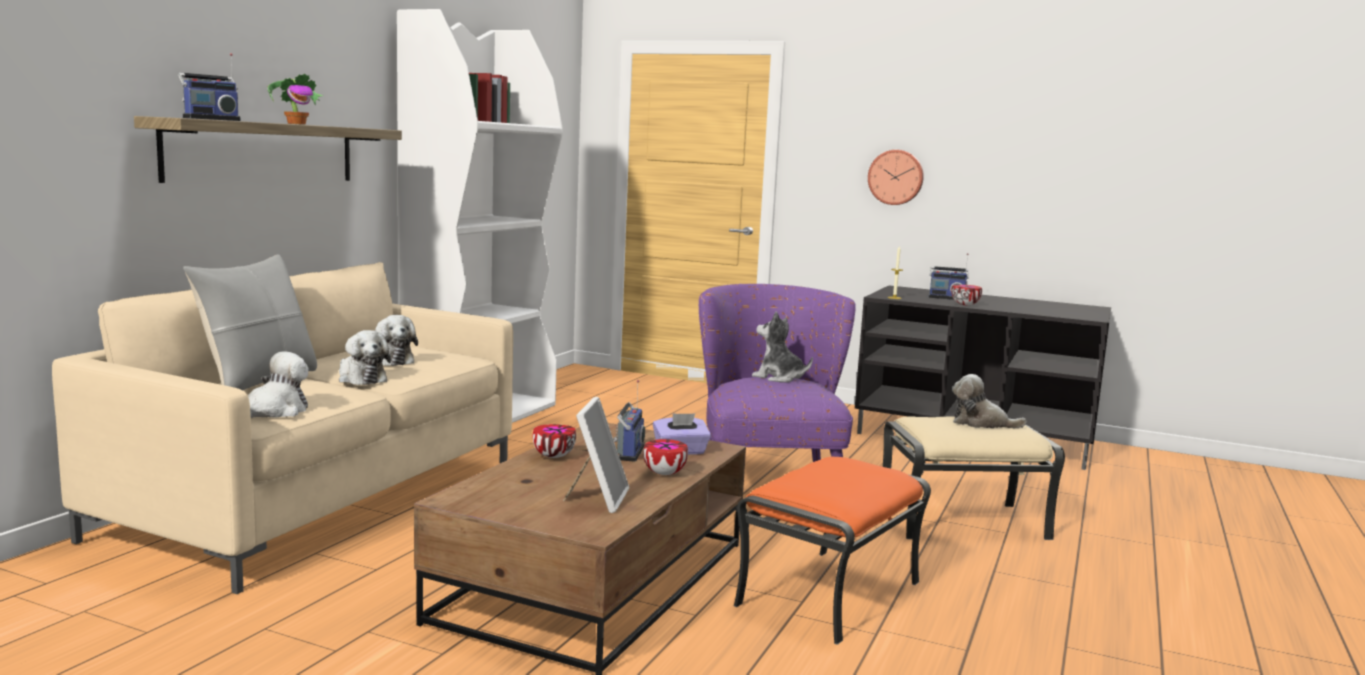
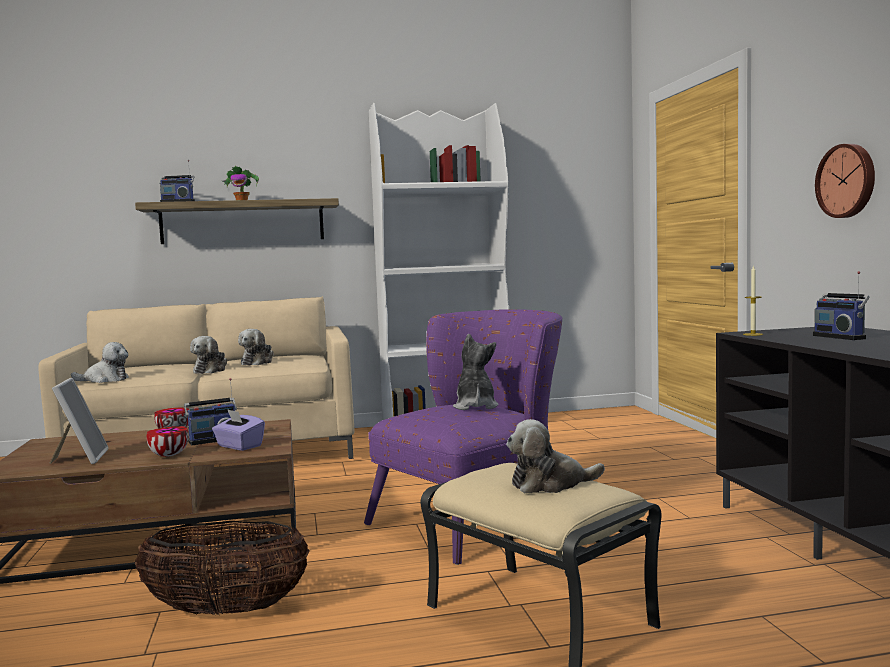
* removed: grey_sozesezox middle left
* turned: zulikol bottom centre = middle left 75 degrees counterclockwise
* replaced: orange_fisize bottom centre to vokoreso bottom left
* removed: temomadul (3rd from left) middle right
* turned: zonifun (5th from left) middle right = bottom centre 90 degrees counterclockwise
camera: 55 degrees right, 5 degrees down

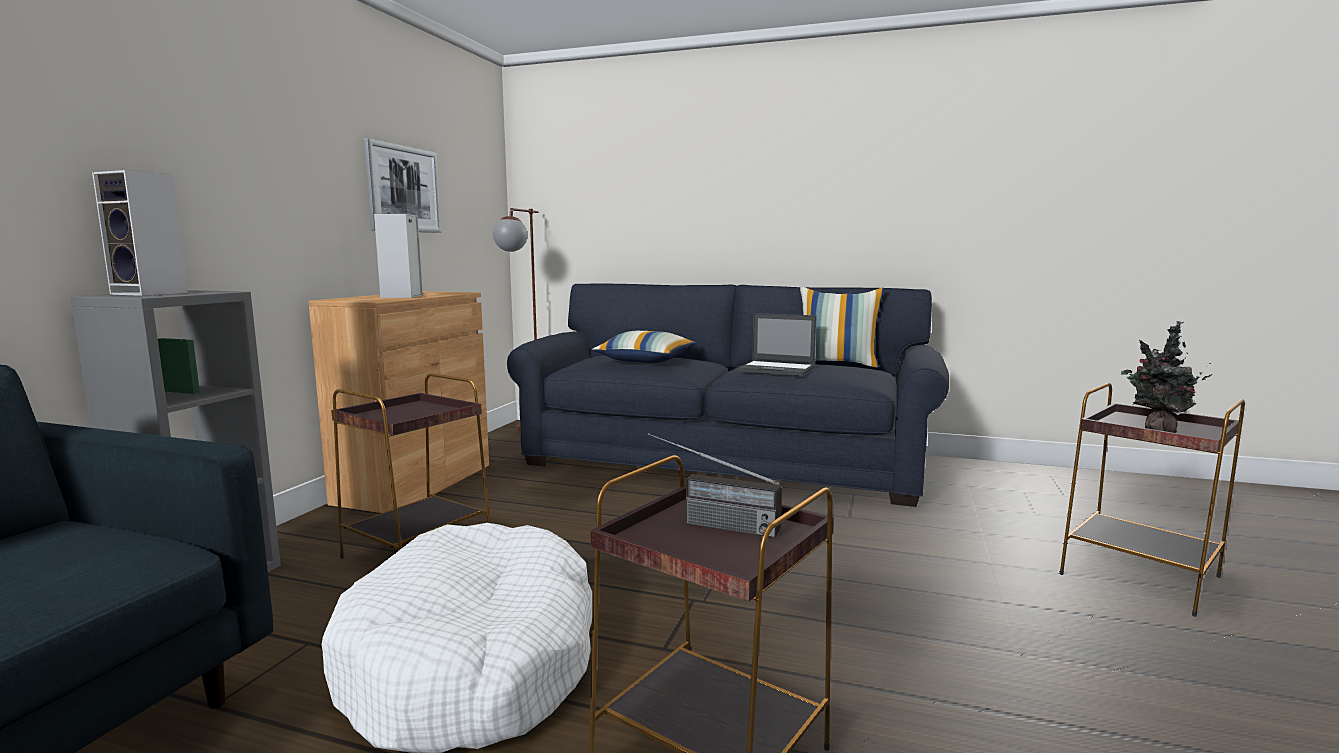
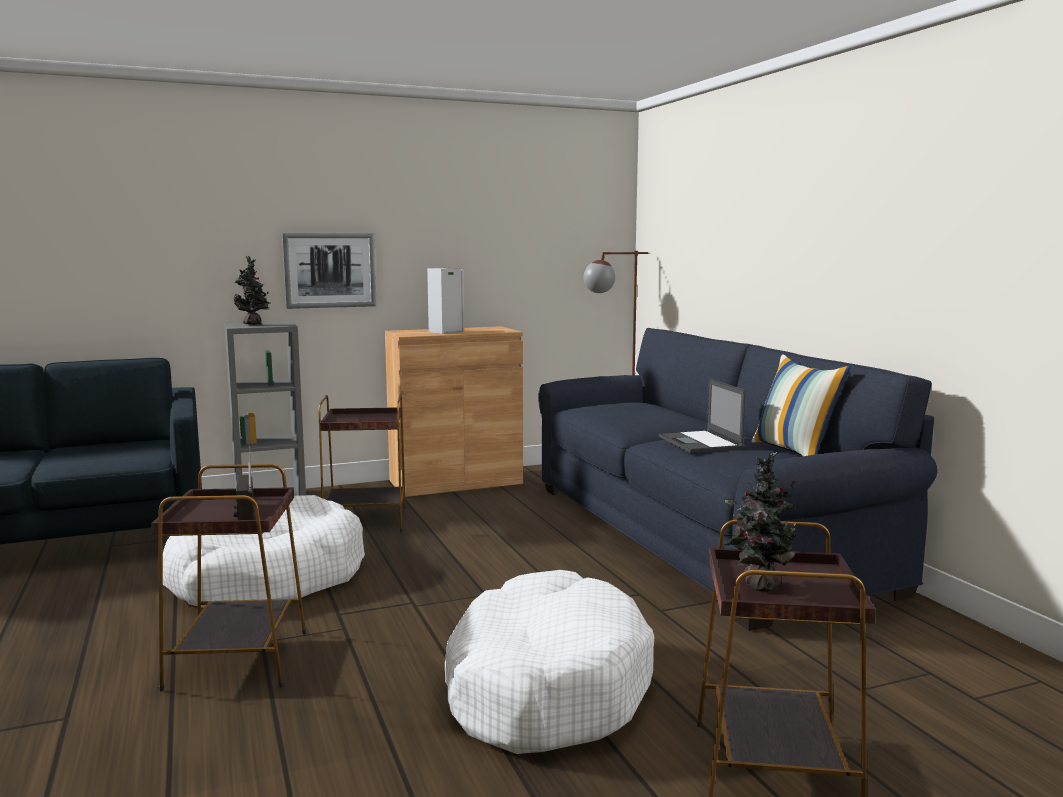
* replaced: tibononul (1st from left) top left to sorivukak (1st from left) middle left
* moved: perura top left to middle left
* removed: sozesezox (1st from left) centre
* added: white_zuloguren (2nd from left) bottom centre
camera: 50 degrees right, 0 degrees up

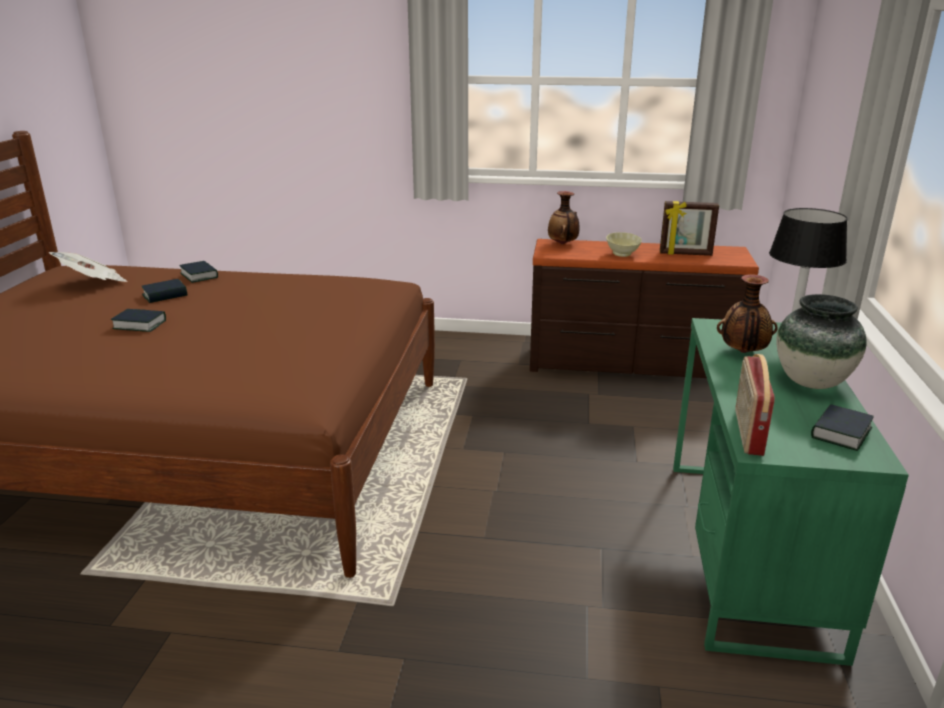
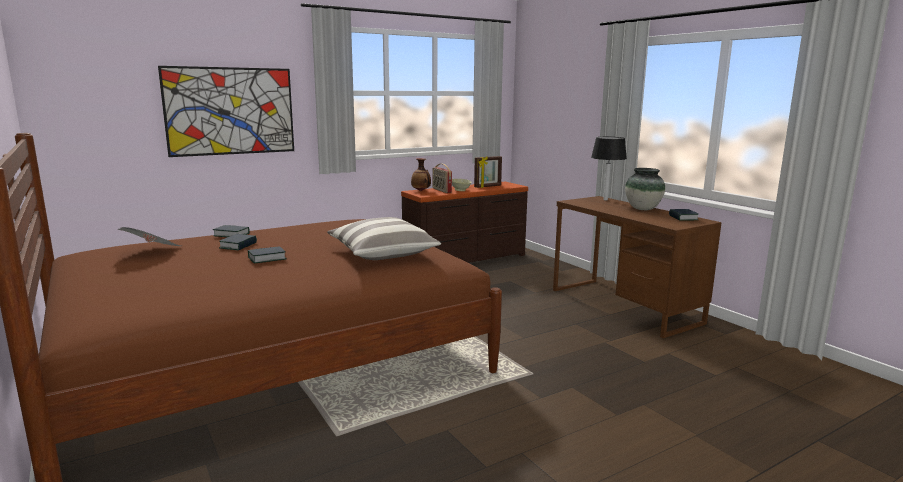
* recoloured: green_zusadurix bottom right to brown_zusadurix middle right
* removed: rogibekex (2nd from left) middle right
* moved: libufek middle right to centre
* added: perura top left
* added: sozesezox centre
camera: 40 degrees left, 10 degrees down

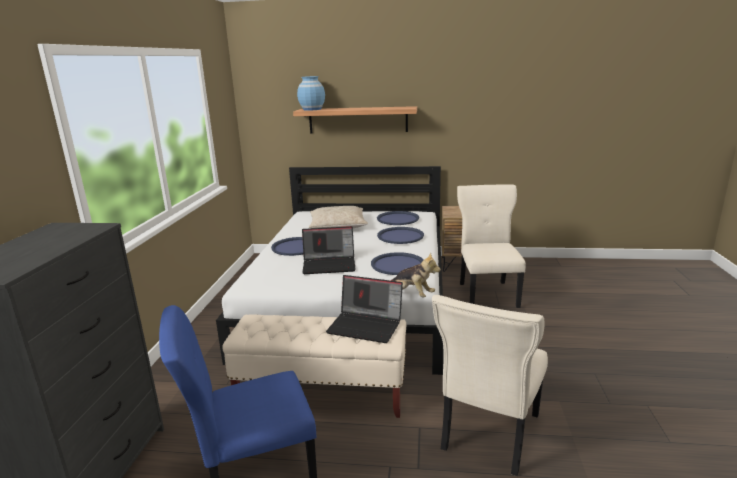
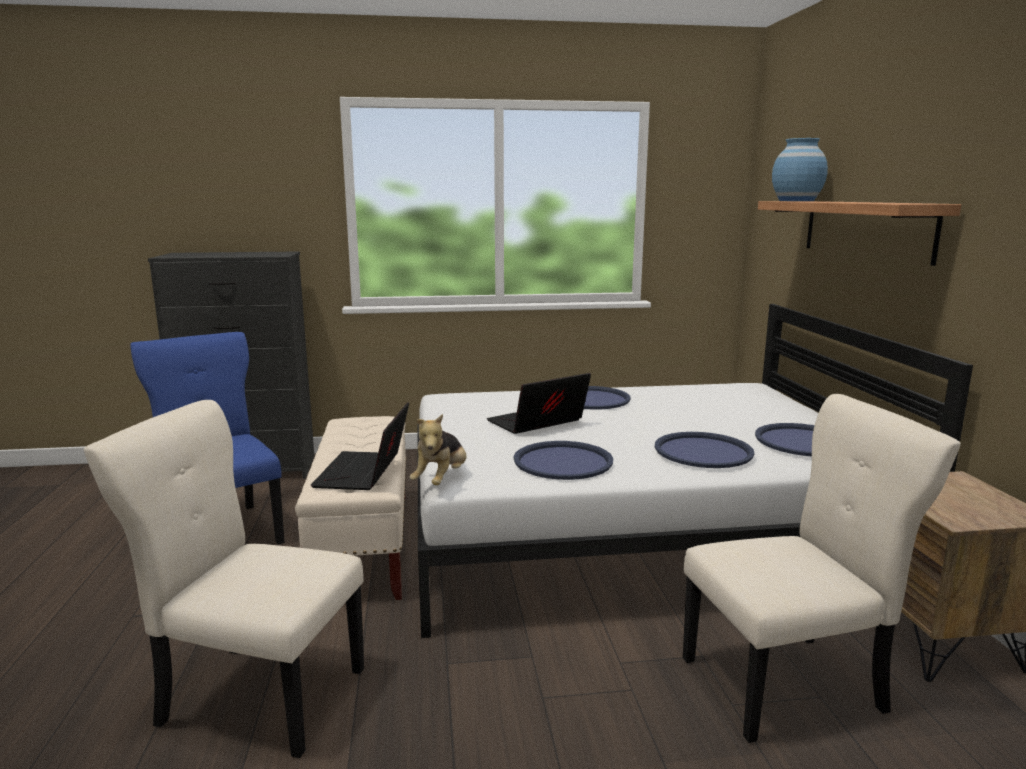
* turned: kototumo (1st from left in the first image) centre = centre 75 degrees clockwise
* removed: beige_sozesezox centre
camera: 75 degrees right, 5 degrees down

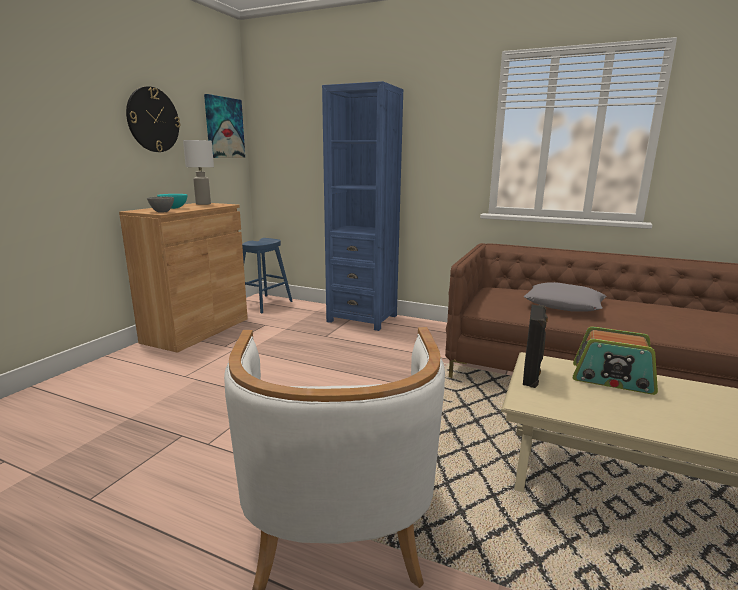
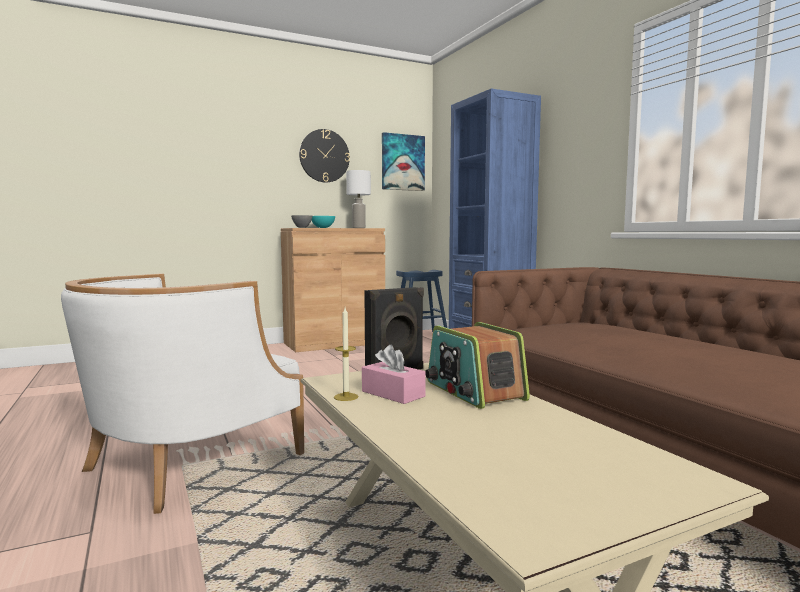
* removed: grey_sozesezox middle right
* added: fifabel centre
* added: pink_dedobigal centre
camera: 40 degrees right, 10 degrees down

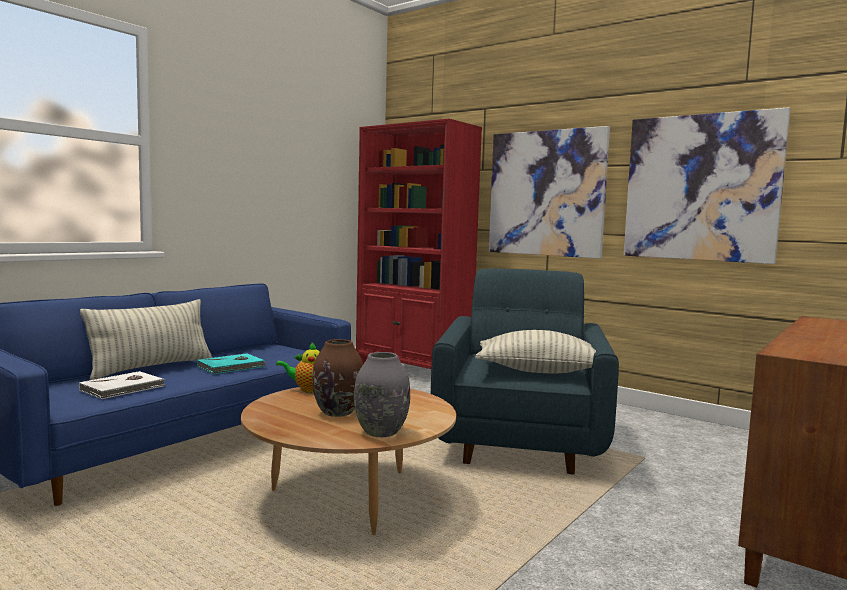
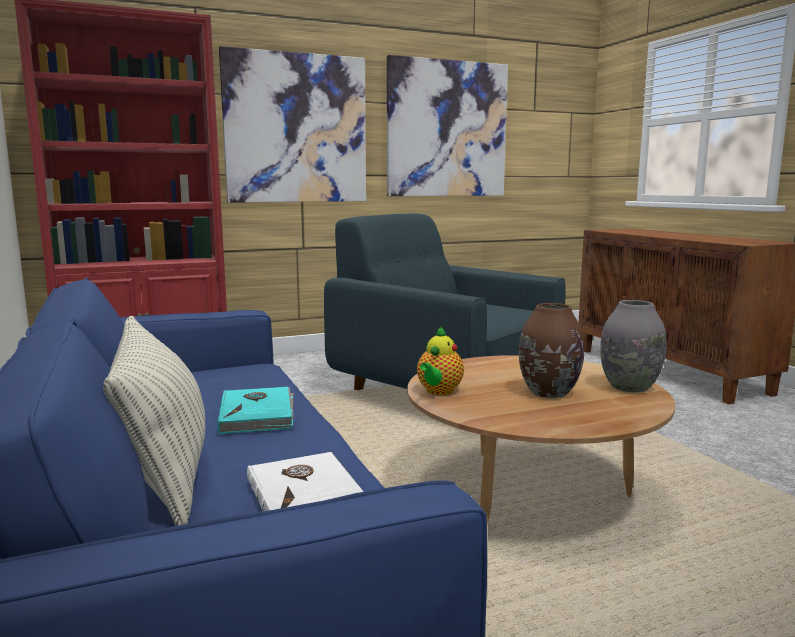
* removed: sozesezox (2nd from left) centre
camera: 60 degrees left, 5 degrees up

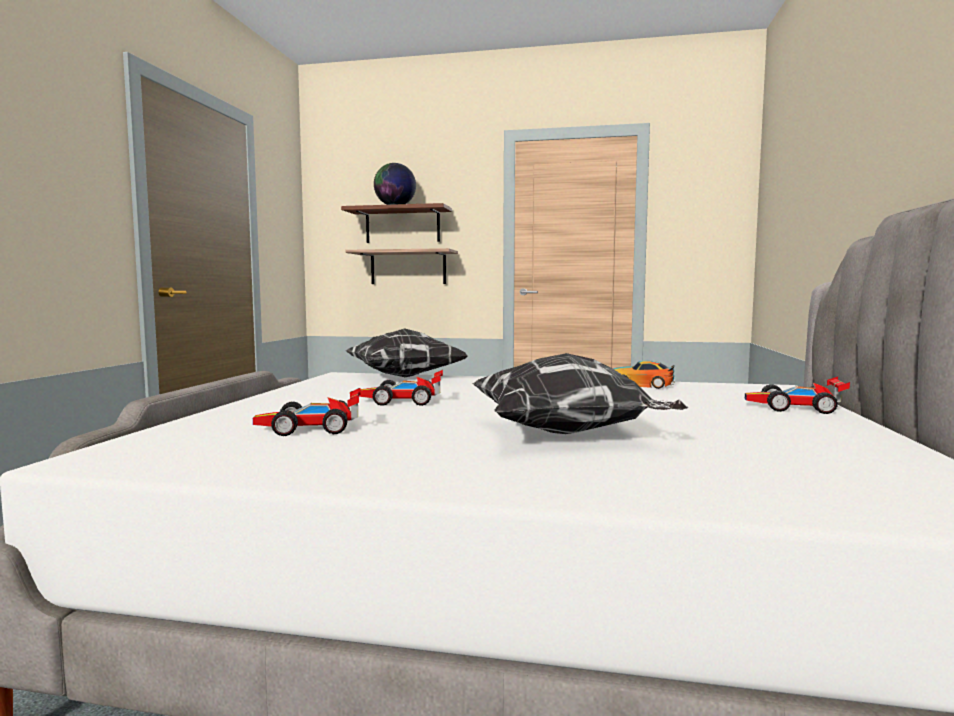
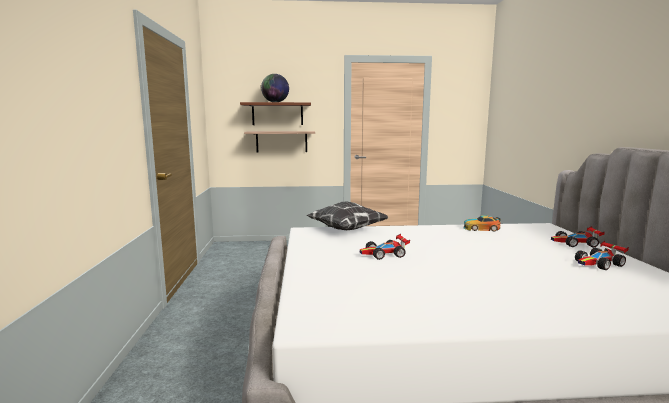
* moved: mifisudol (1st from left in the first image) middle left to mifisudol (4th from left) middle right
* removed: sozesezox (2nd from left) centre
camera: 15 degrees left, 5 degrees up

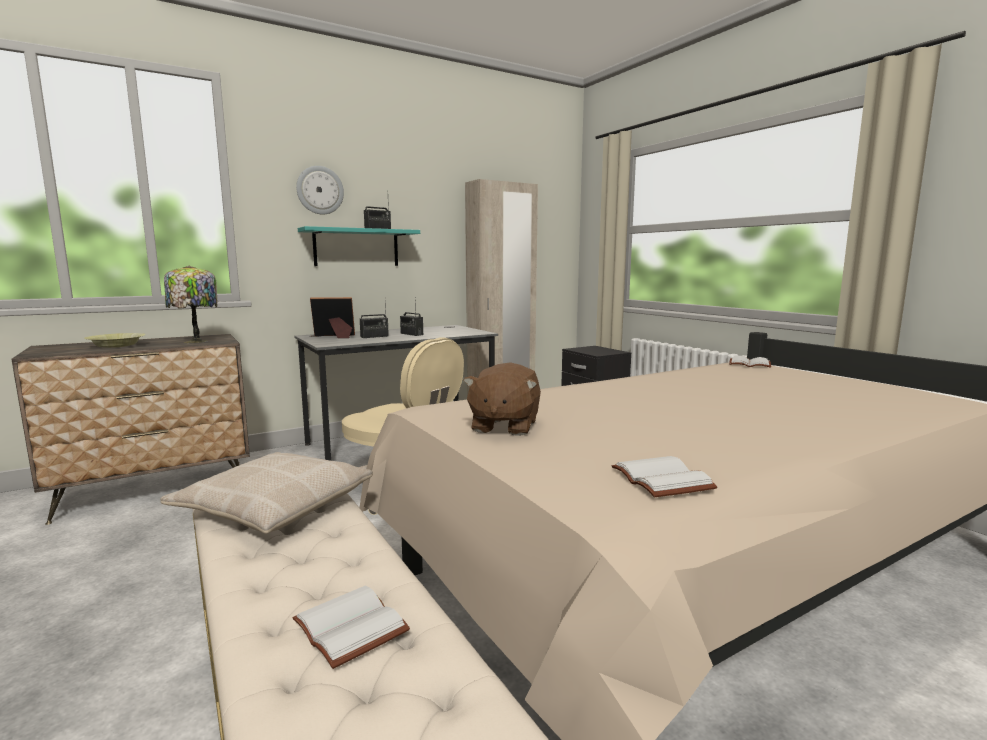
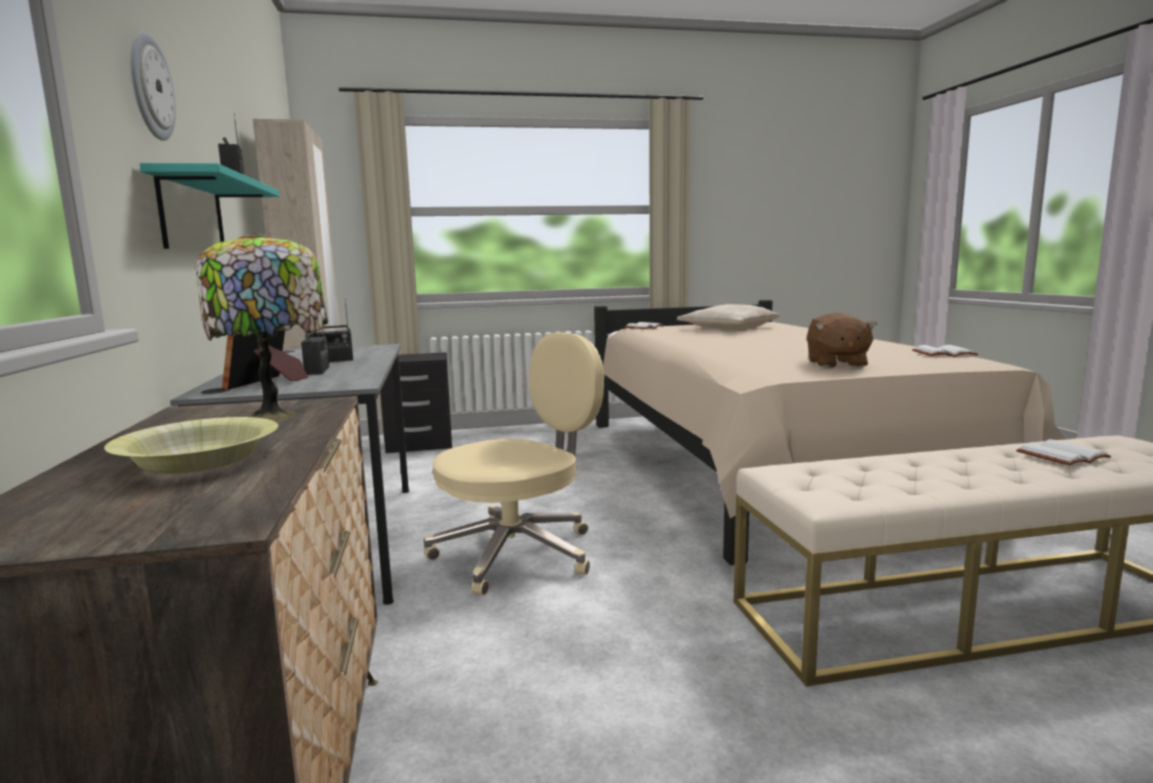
* moved: beige_sozesezox middle left to centre
* turned: brown_zonifun centre = middle right 60 degrees clockwise
camera: 70 degrees left, 0 degrees up

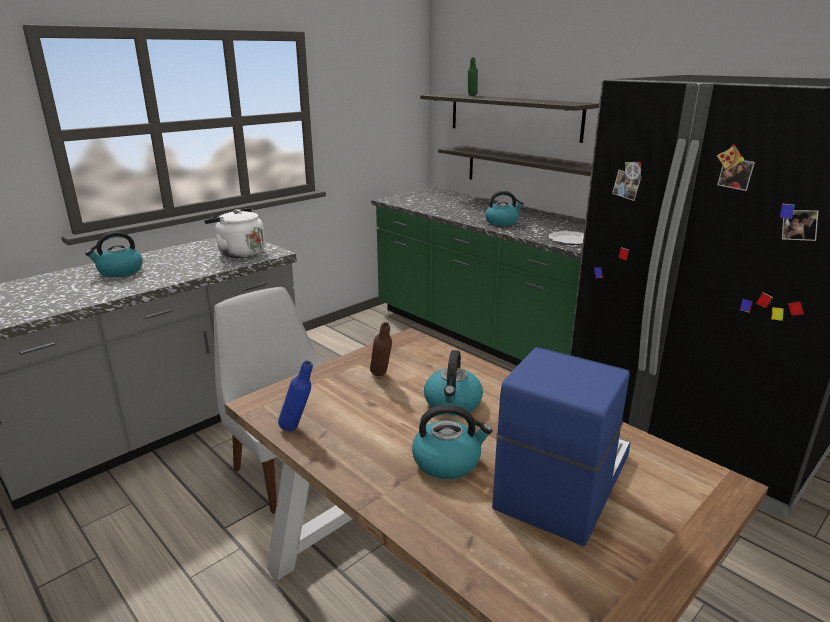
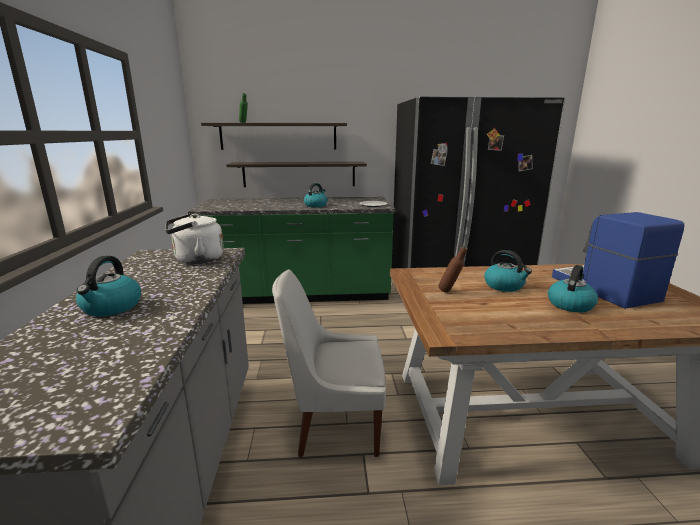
* removed: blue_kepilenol centre
camera: 50 degrees left, 5 degrees down

